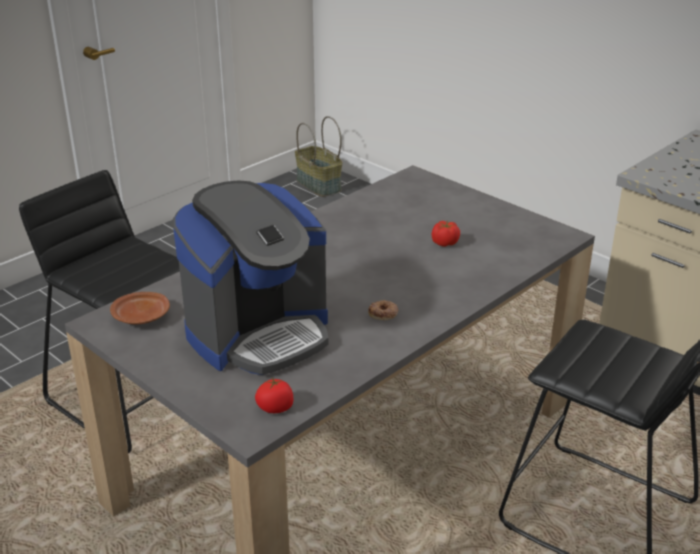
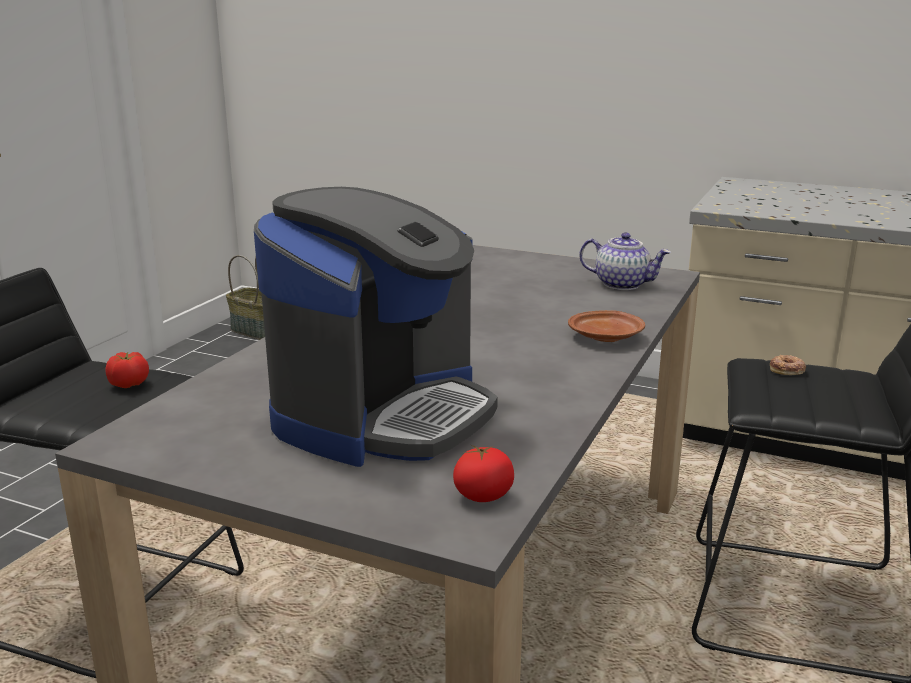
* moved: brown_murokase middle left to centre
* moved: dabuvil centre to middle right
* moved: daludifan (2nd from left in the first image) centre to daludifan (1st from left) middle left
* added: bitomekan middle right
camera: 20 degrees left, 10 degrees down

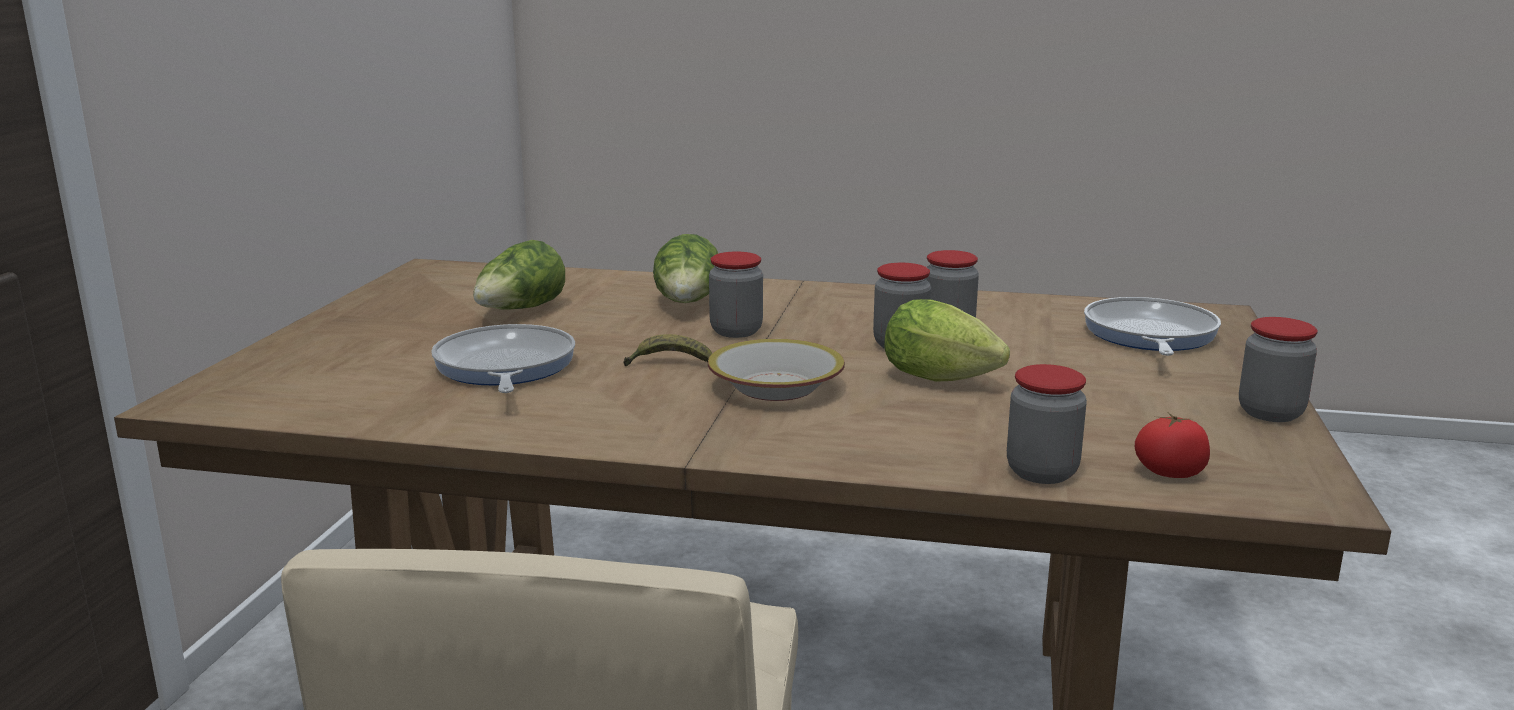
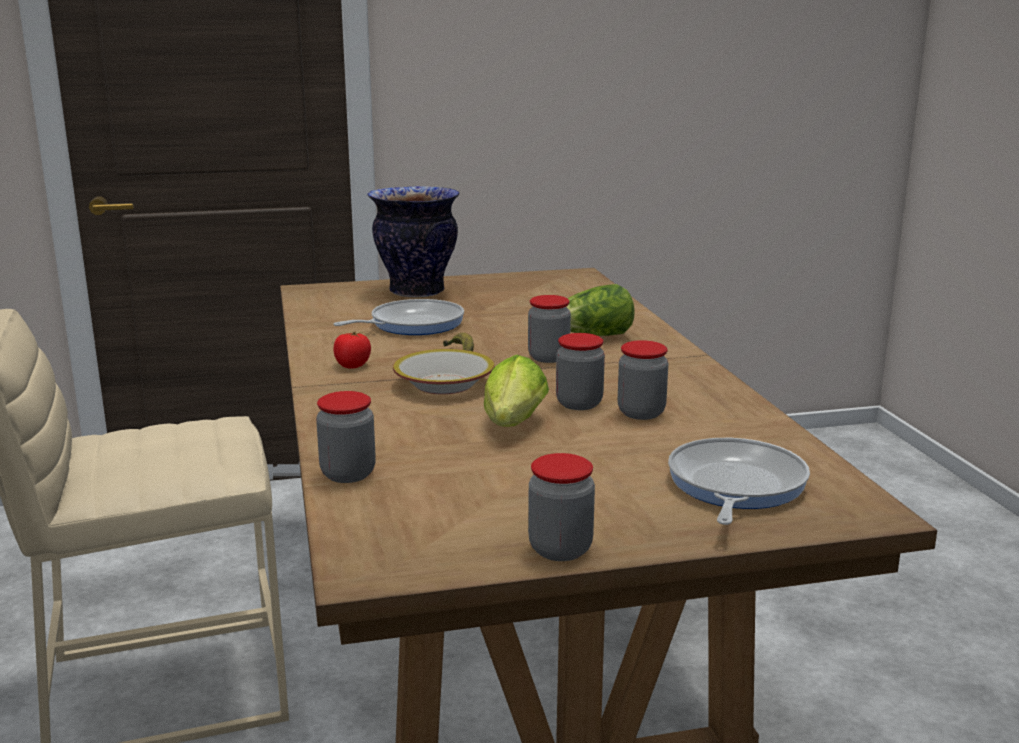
* removed: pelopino (1st from left) centre
* turned: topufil (2nd from left) middle right = middle right 60 degrees counterclockwise
* moved: daludifan middle right to centre
* added: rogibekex top centre
camera: 65 degrees right, 0 degrees up

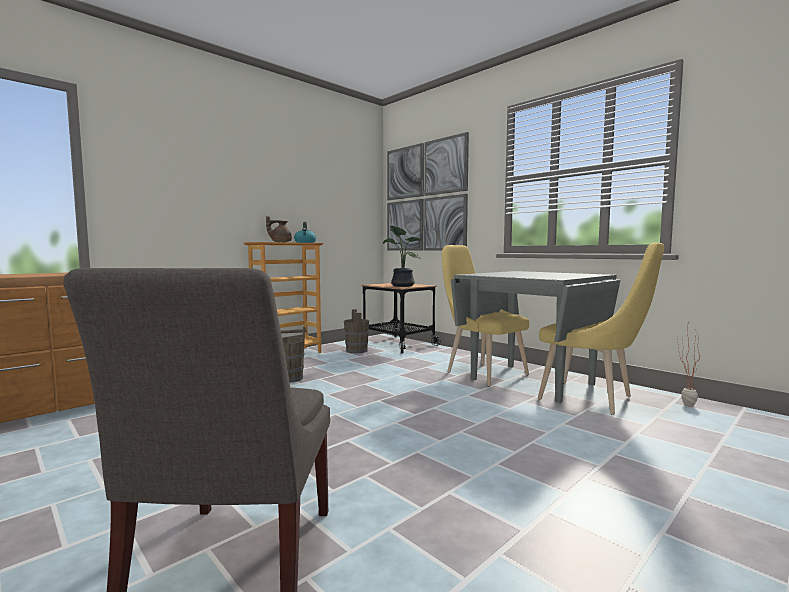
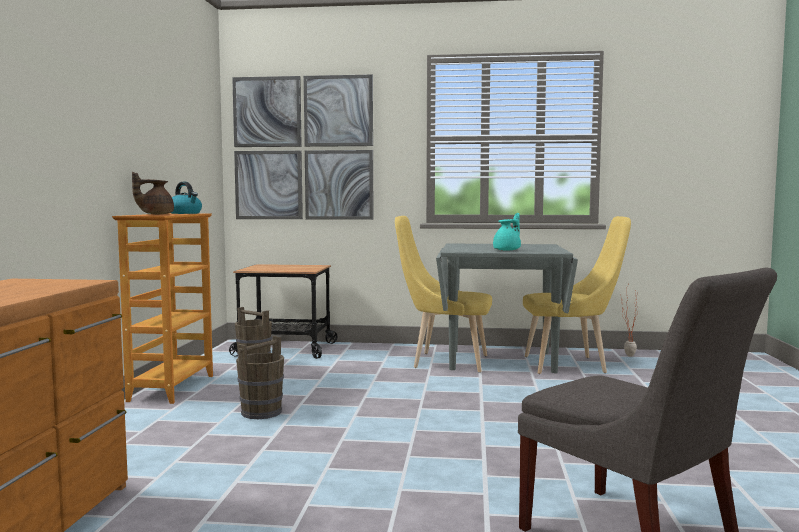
* removed: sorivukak (1st from left) centre
* added: turquoise_bitomekan centre
camera: 40 degrees left, 0 degrees up

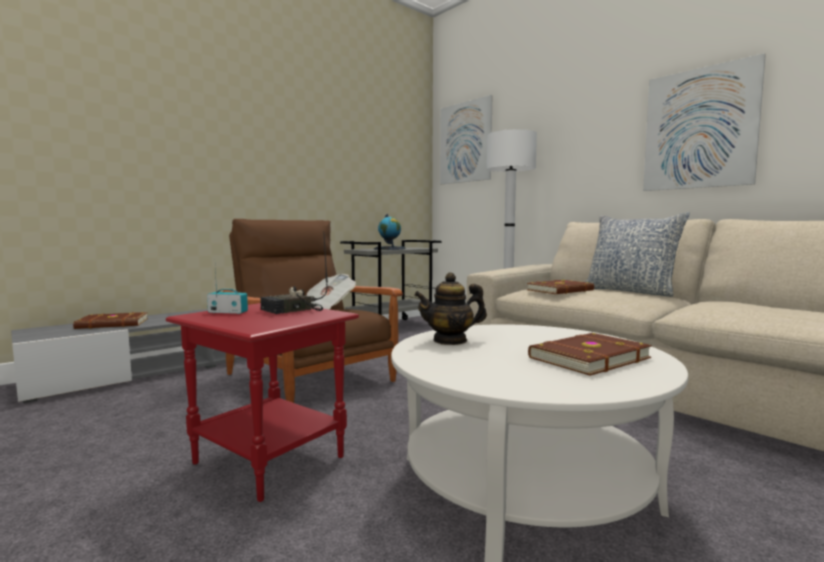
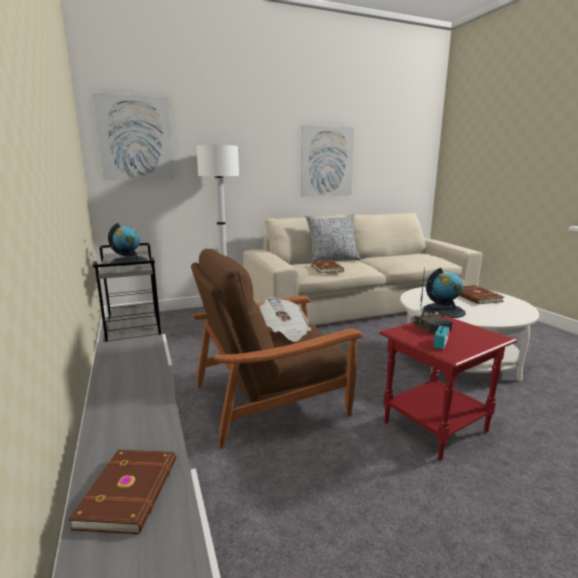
* replaced: bitomekan centre to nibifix (2nd from left) middle right
camera: 70 degrees left, 10 degrees up

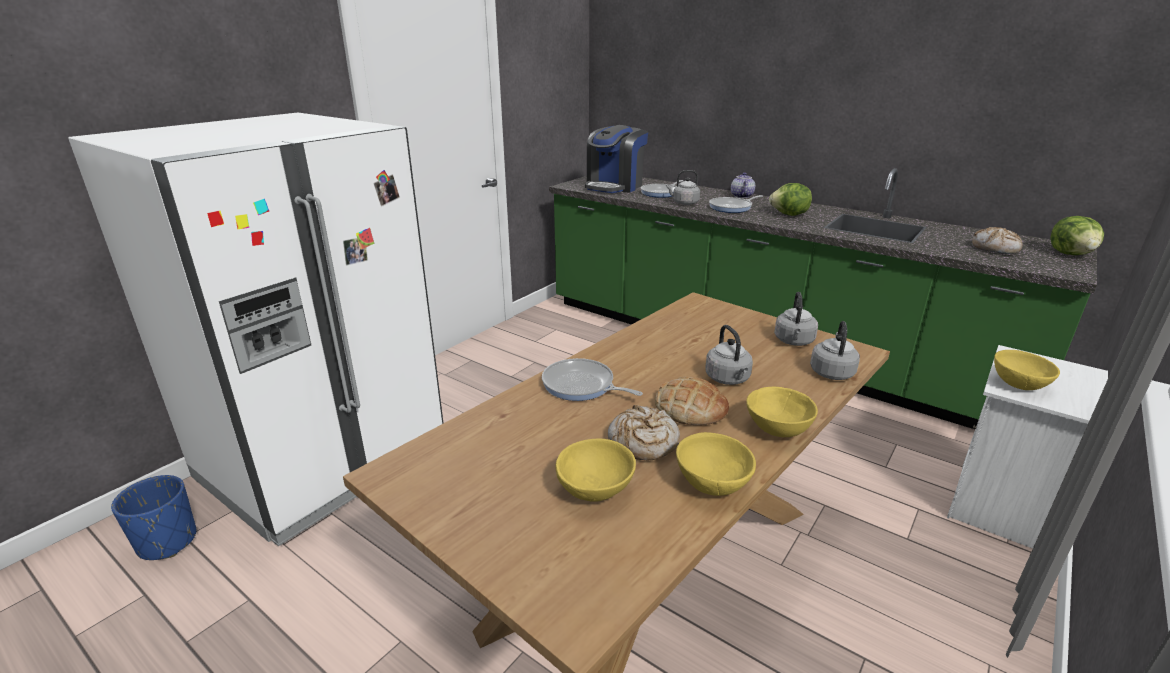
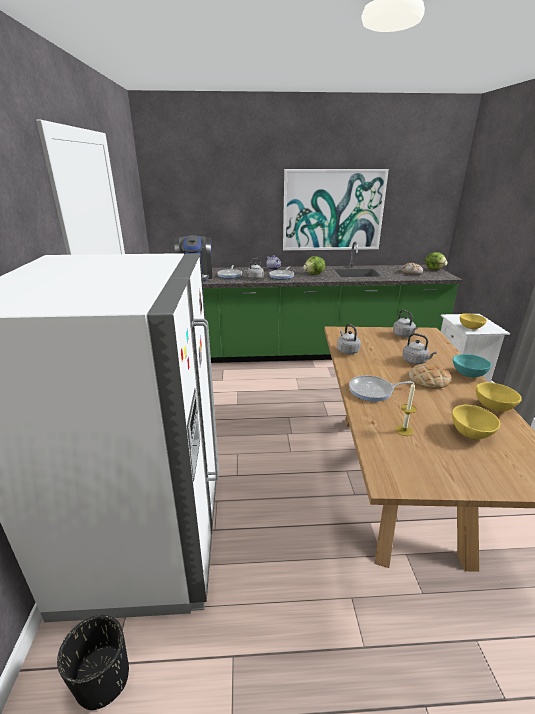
* recoloured: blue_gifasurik bottom left to black_gifasurik bottom left
* removed: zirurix (1st from left) centre
* recoloured: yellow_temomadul (3rd from left) middle right to turquoise_temomadul middle right
* moved: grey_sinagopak (4th from left in the first image) middle right to grey_sinagopak (2nd from left) centre
* added: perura top centre
* added: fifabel middle right
camera: 40 degrees left, 0 degrees up

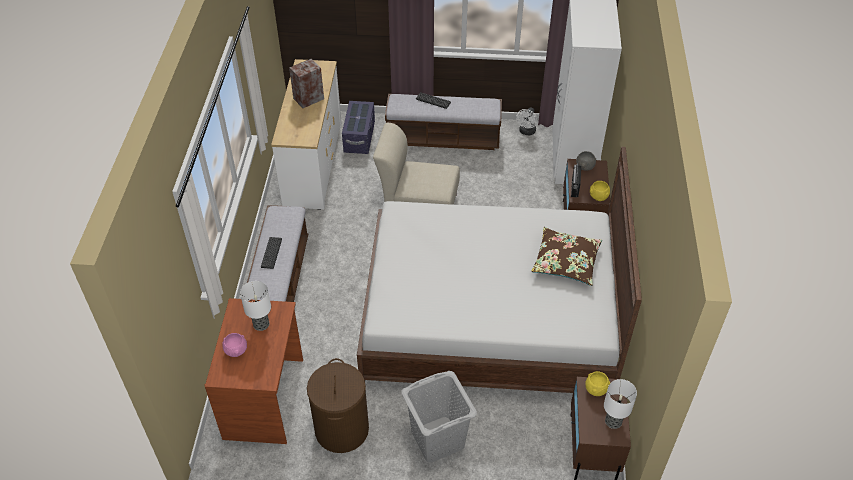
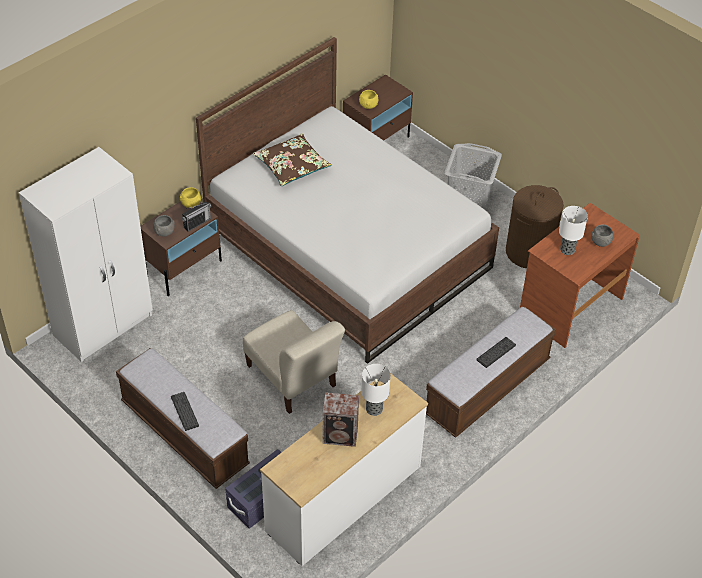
* recoloured: pink_temomadul bottom left to grey_temomadul (2nd from left) middle right
* removed: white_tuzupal top centre
* moved: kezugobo (2nd from left in the first image) bottom right to kezugobo (1st from left) bottom centre
camera: 140 degrees left, 0 degrees up

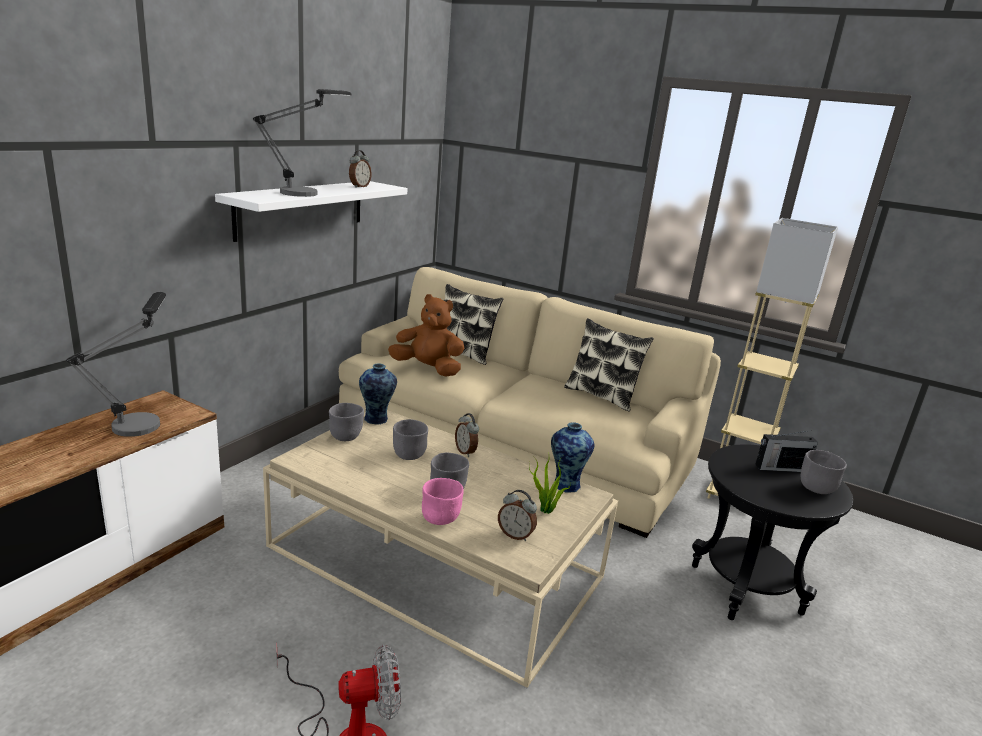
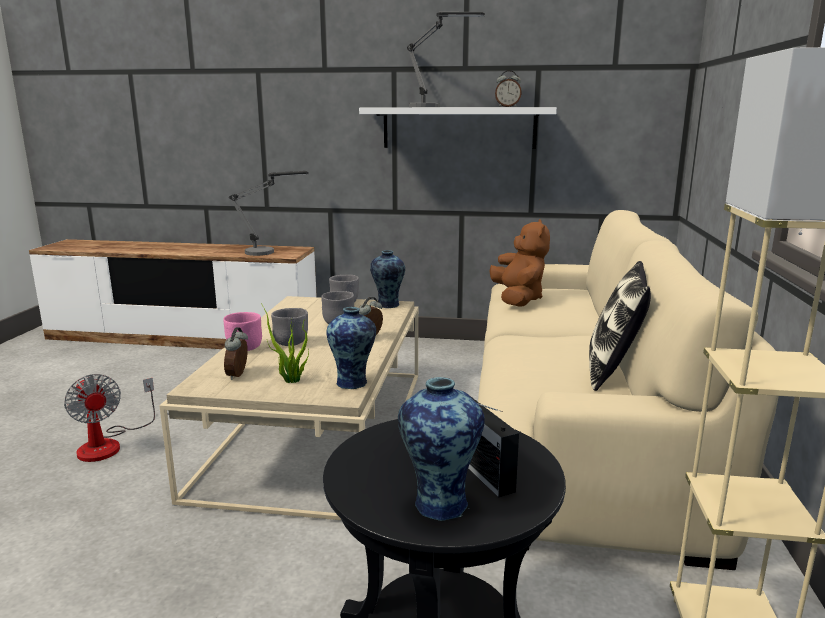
* removed: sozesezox (1st from left) centre
* replaced: grey_temomadul (4th from left) middle right to rogibekex (3rd from left) bottom centre
camera: 70 degrees right, 5 degrees down

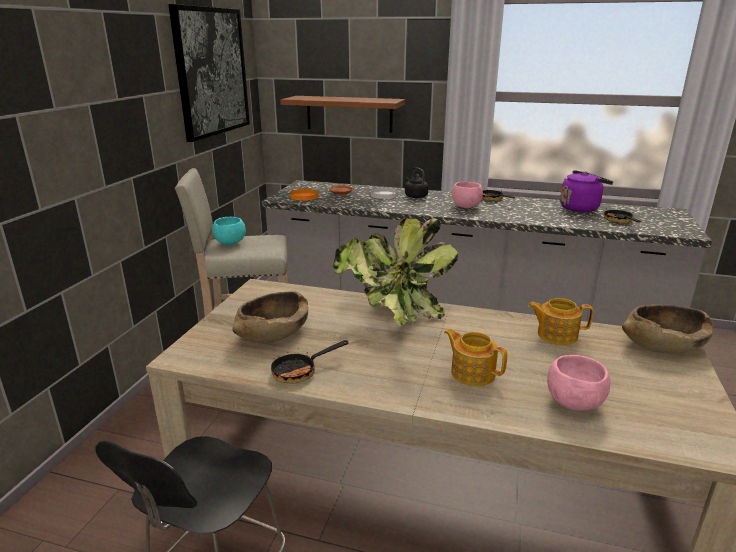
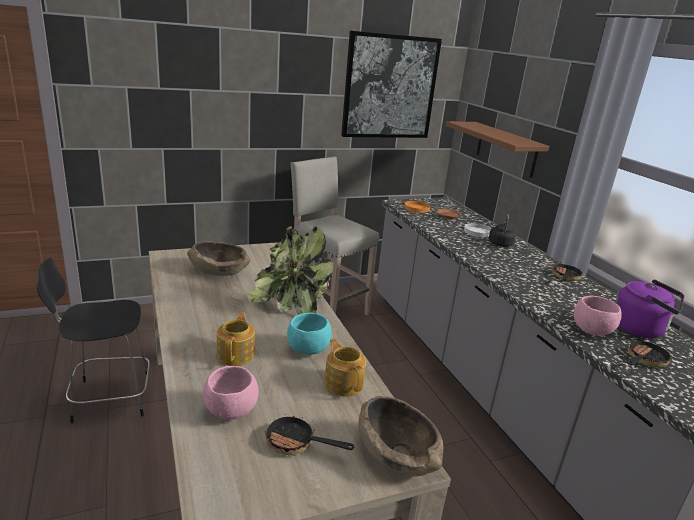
* moved: turquoise_temomadul middle left to centre
* moved: topufil (1st from left) centre to bottom centre
* moved: pink_temomadul (1st from left in the first image) centre to pink_temomadul (2nd from left) middle right
camera: 50 degrees right, 0 degrees up

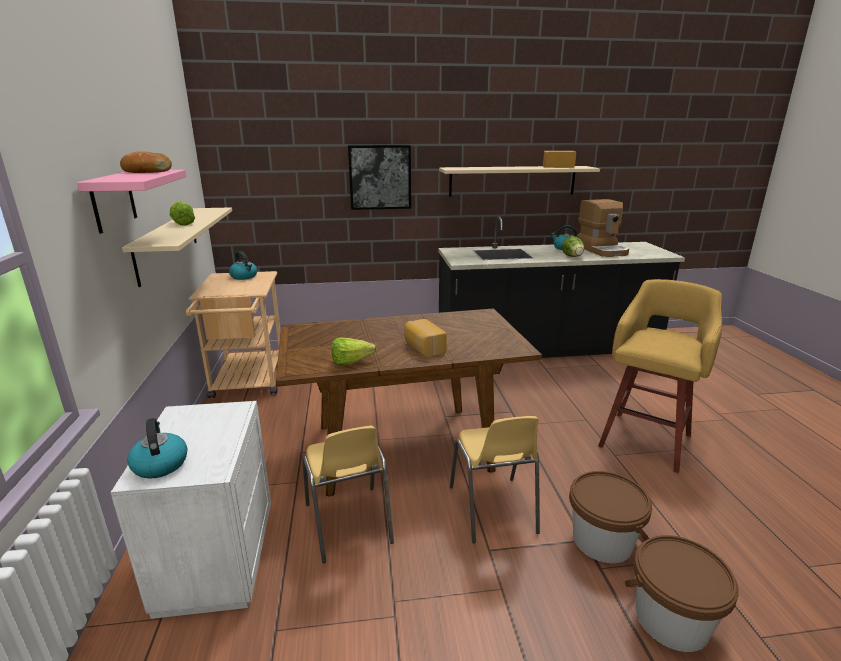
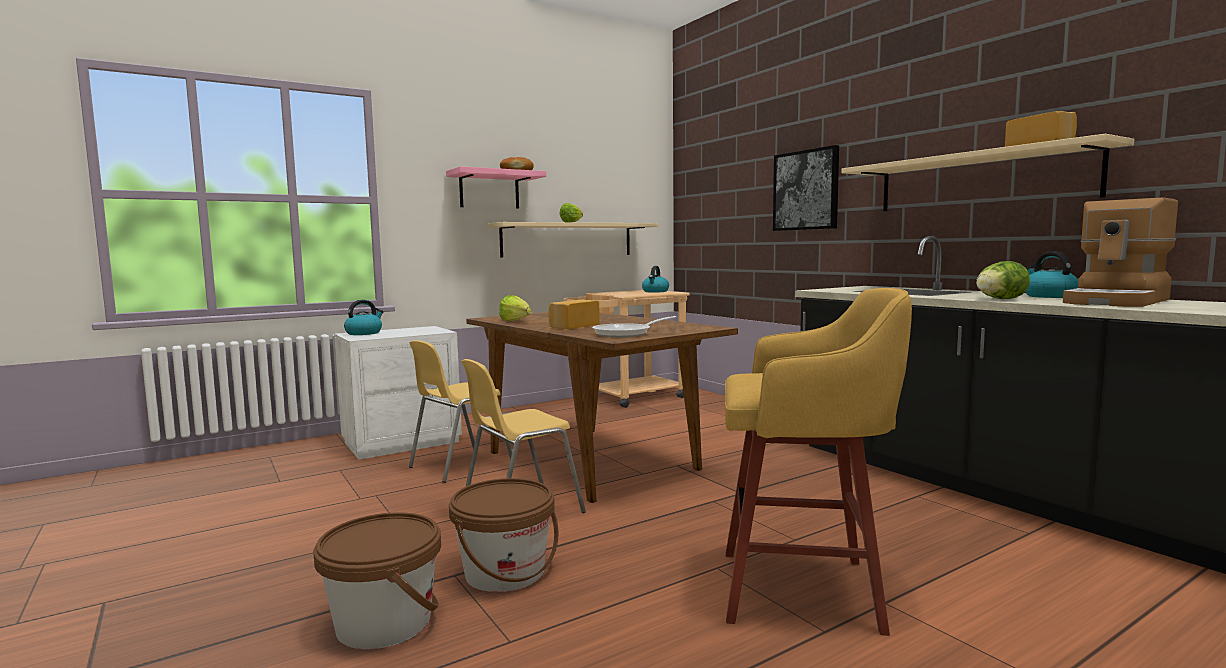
* added: topufil centre
camera: 65 degrees right, 15 degrees down

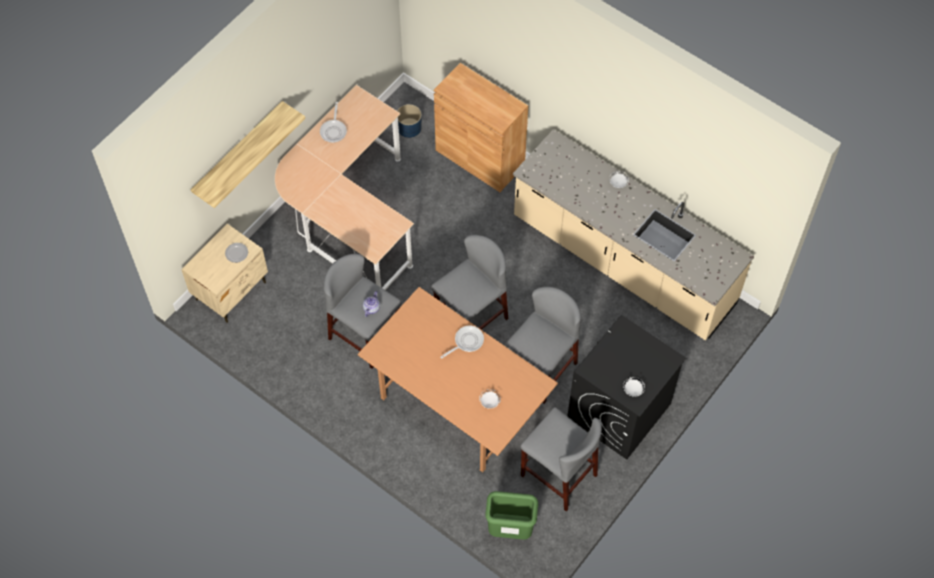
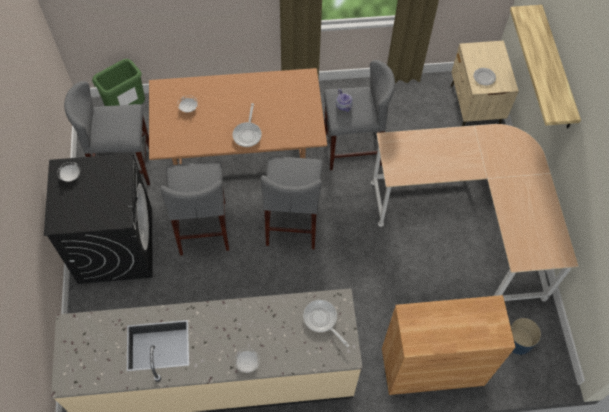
* moved: topufil (1st from left in the first image) top centre to topufil (2nd from left) bottom centre
camera: 135 degrees right, 0 degrees up

